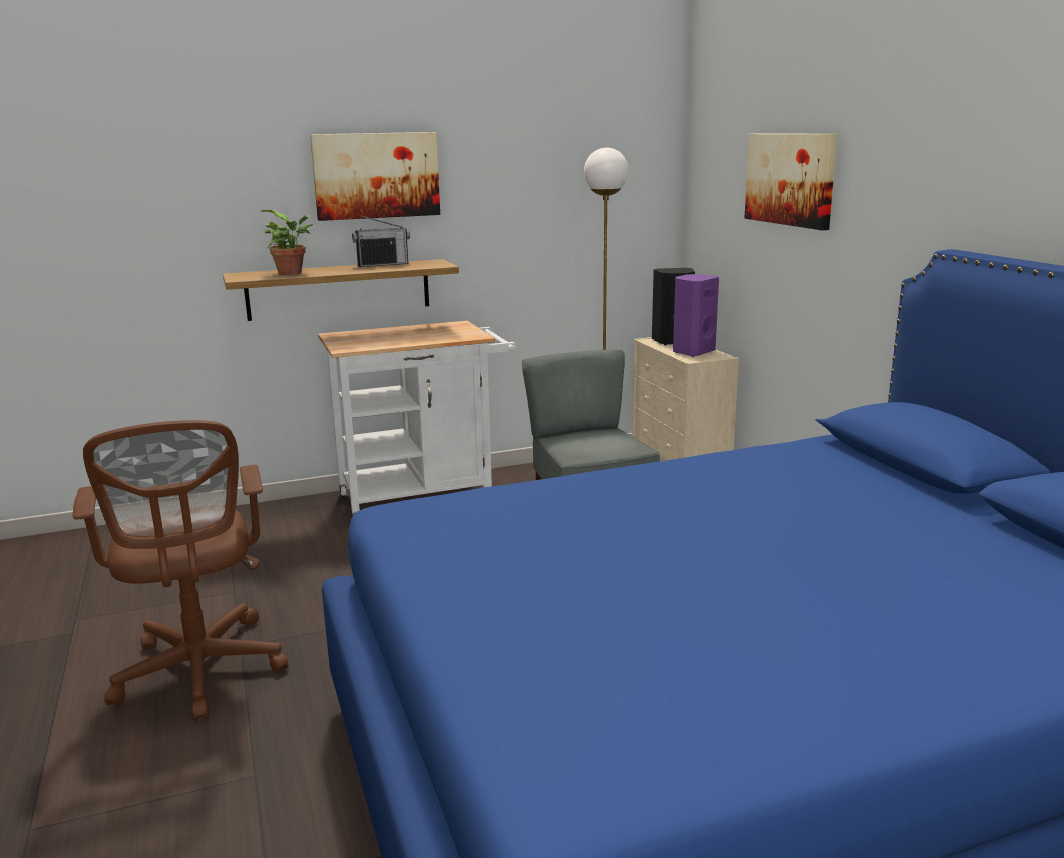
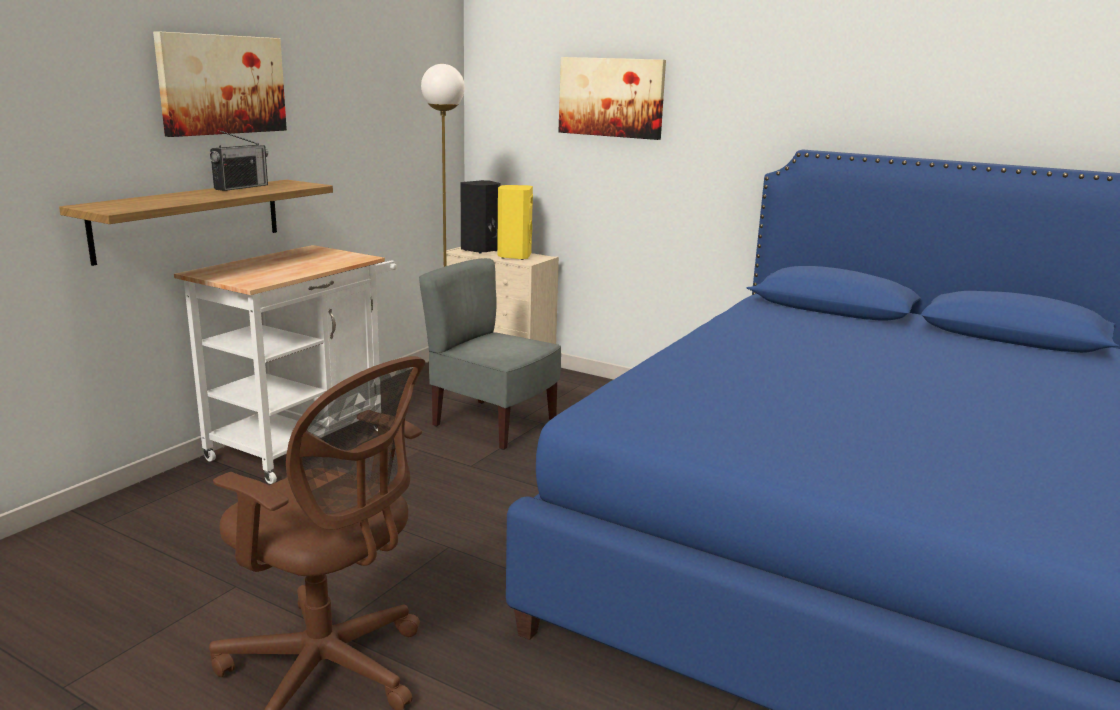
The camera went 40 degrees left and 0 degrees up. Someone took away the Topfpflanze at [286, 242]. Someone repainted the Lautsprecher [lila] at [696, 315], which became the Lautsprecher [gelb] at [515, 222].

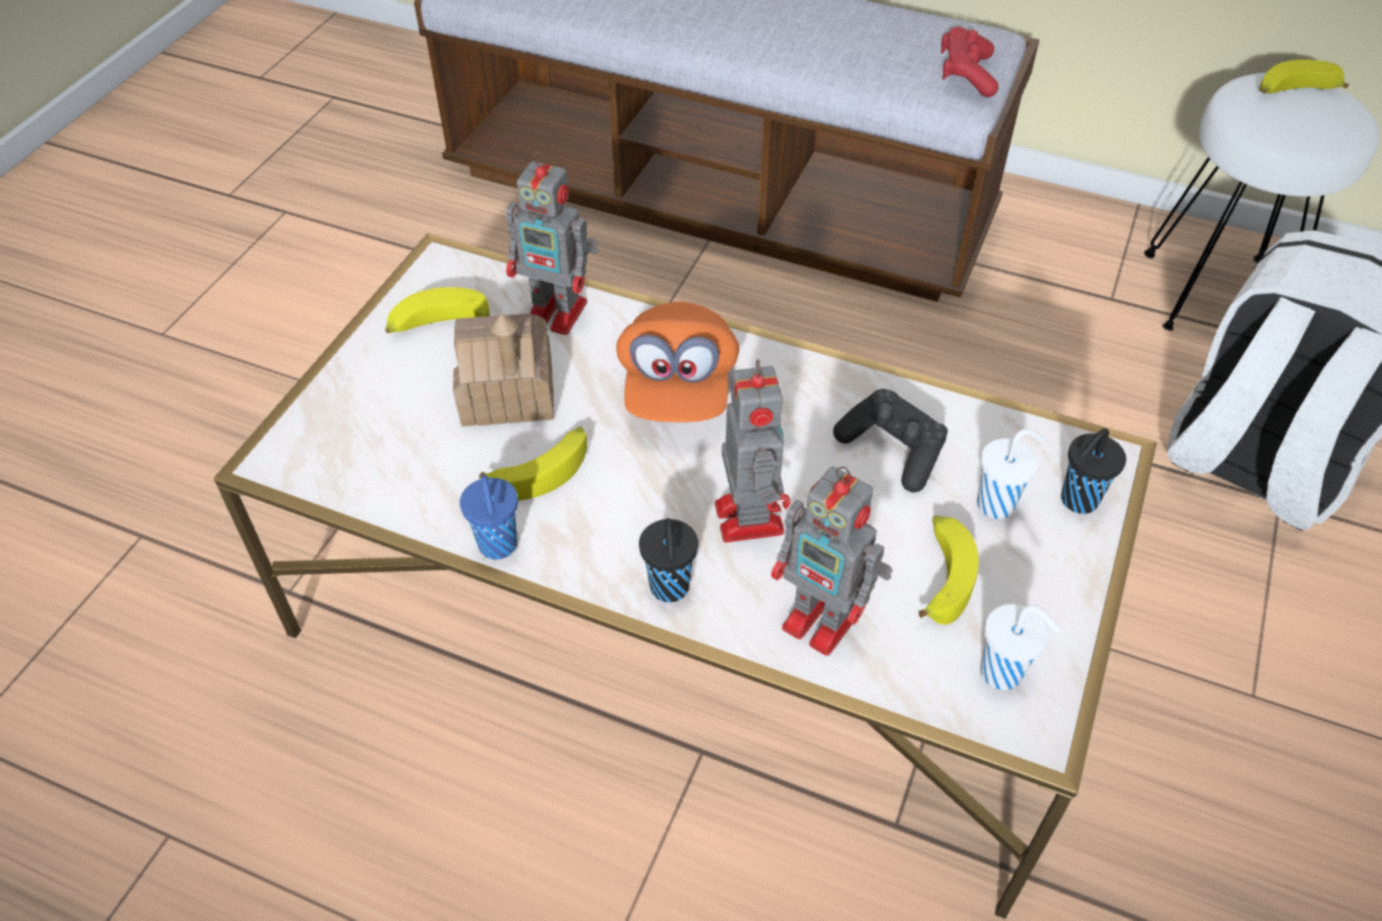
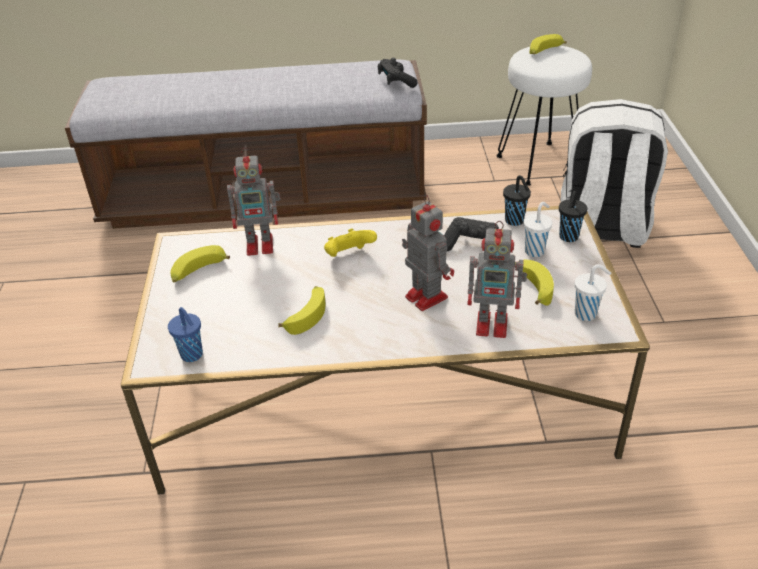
The camera went 25 degrees left and 10 degrees down. Someone repainted the Gamepad [rot] at [969, 62], which became the Gamepad [schwarz] at [397, 73]. Someone swapped the Kappe [orange] at [678, 361] for the Gamepad [gelb] at [350, 242]. Someone took away the Spielzeughaus at [503, 370]. Someone carried the Tasse [blau] from [489, 517] to [185, 334]. Someone carried the Tasse [schwarz] from [668, 560] to [517, 200].

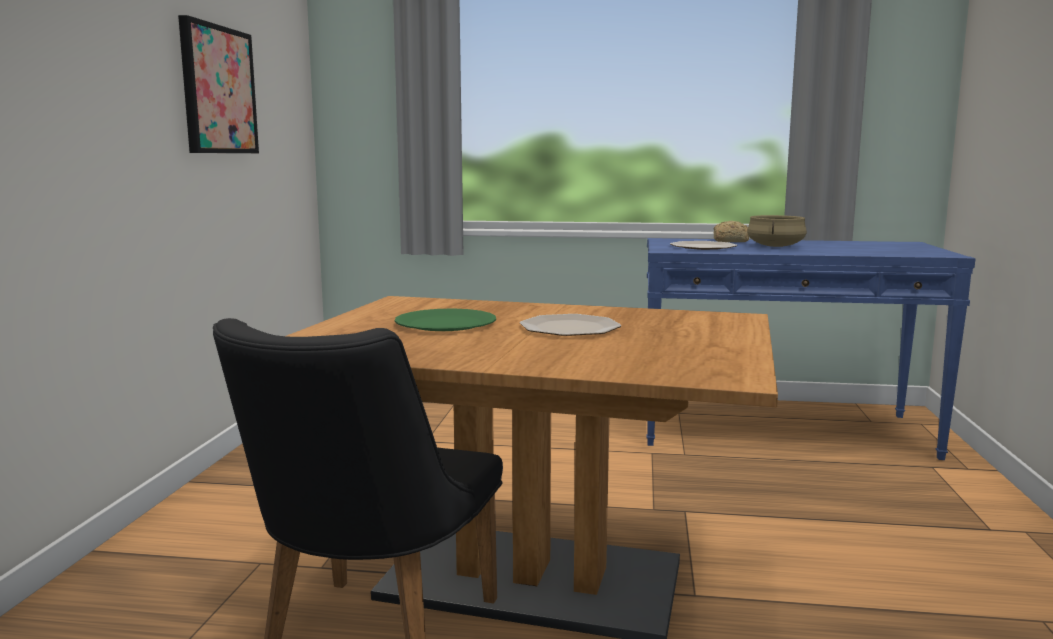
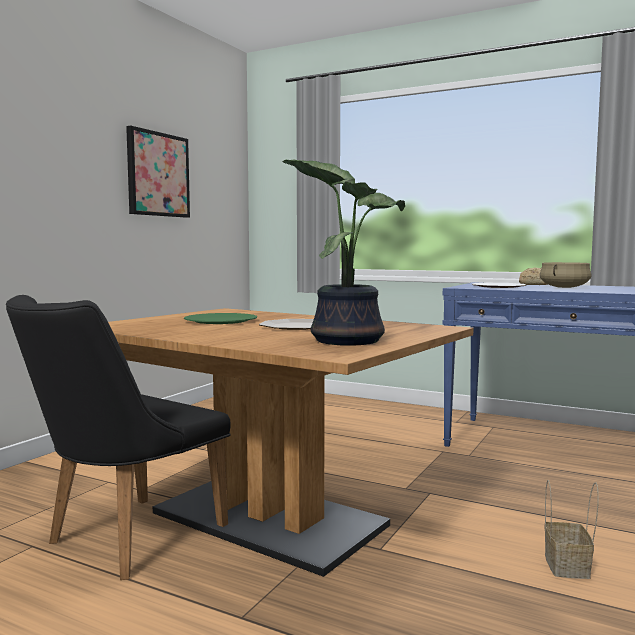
The camera went 20 degrees right and 5 degrees down. Someone put down the Topfpflanze at [343, 252]. Someone put down the Korb at [572, 529].

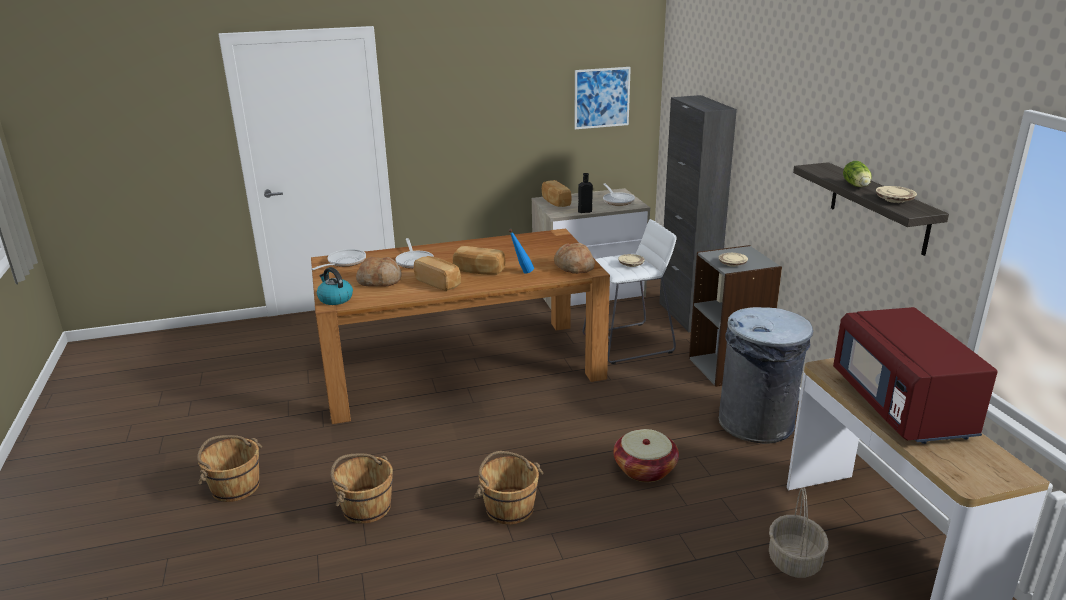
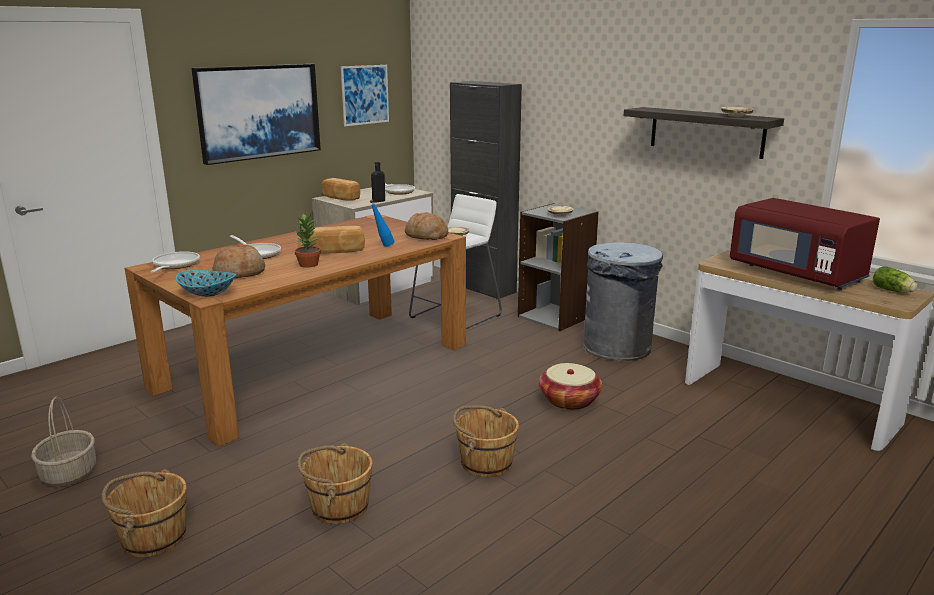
The camera went 30 degrees left and 5 degrees down. Someone carried the Salatkopf from [857, 174] to [895, 279]. Someone swapped the Brot at [437, 273] for the Topfpflanze at [307, 240]. Someone swapped the Wasserkessel at [335, 286] for the Schüssel at [205, 283]. Someone carried the Korb from [798, 533] to [63, 441]. Someone put up the Bild at [256, 114].

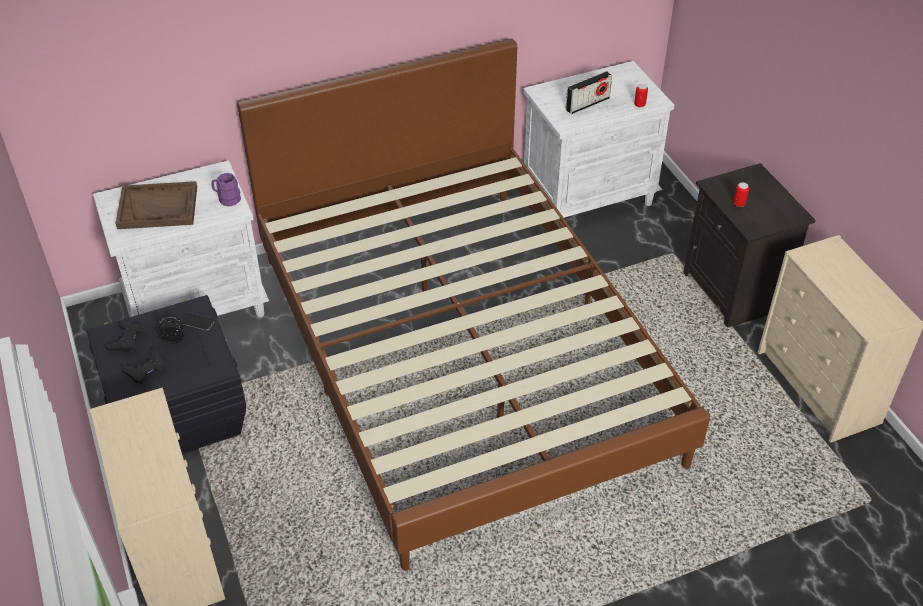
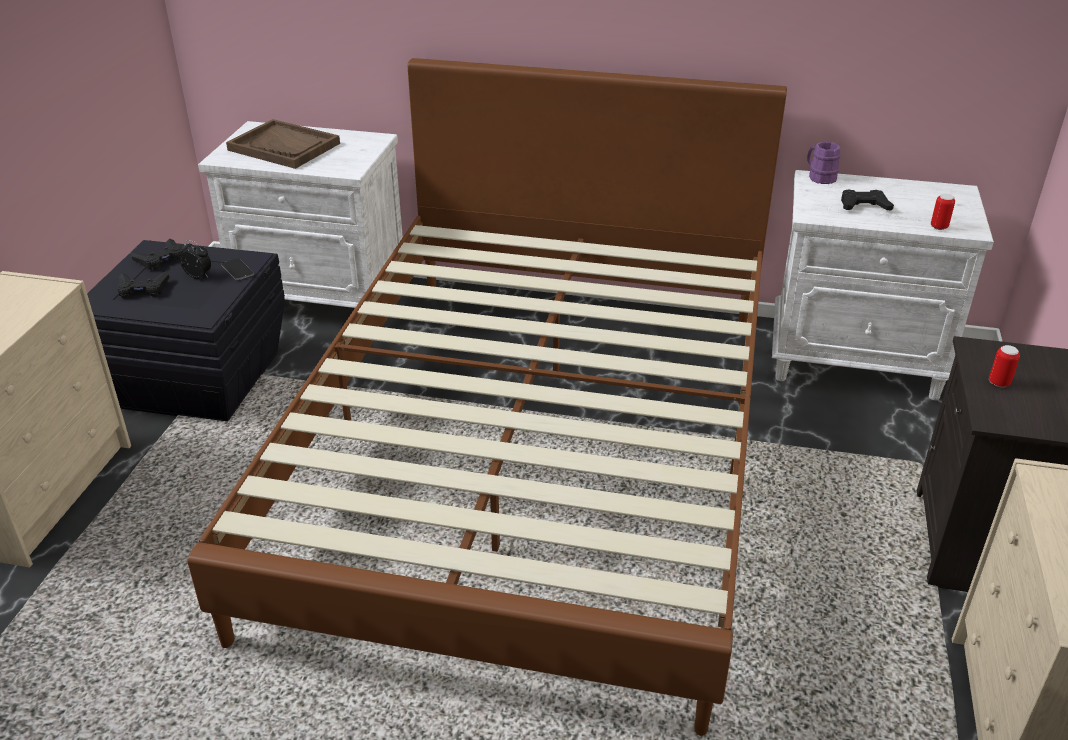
The camera went 35 degrees right and 10 degrees down. Someone swapped the Radio at [589, 92] for the Gamepad [schwarz] at [867, 200]. Someone carried the Henkelbecher [lila] from [226, 189] to [824, 163].

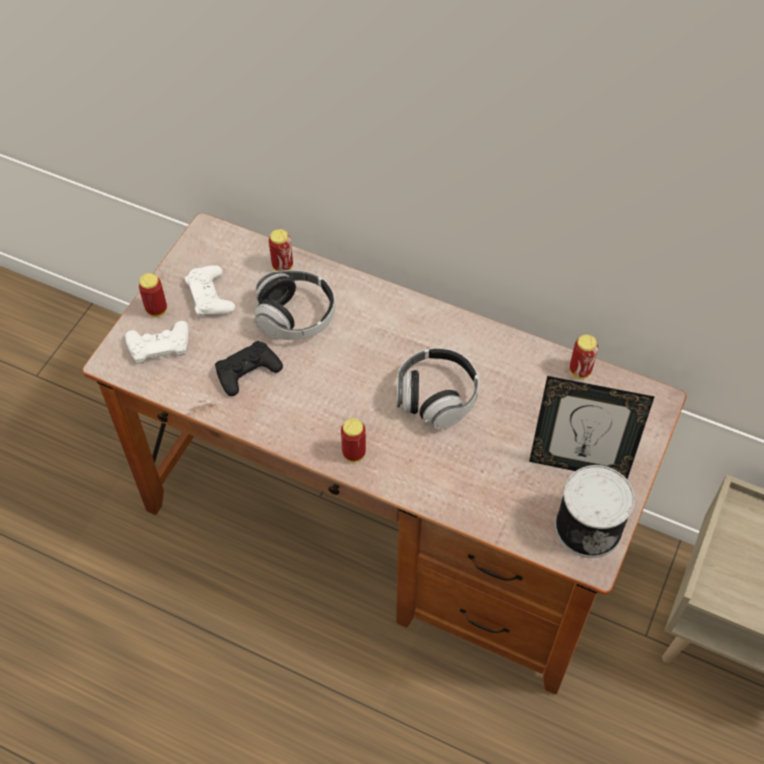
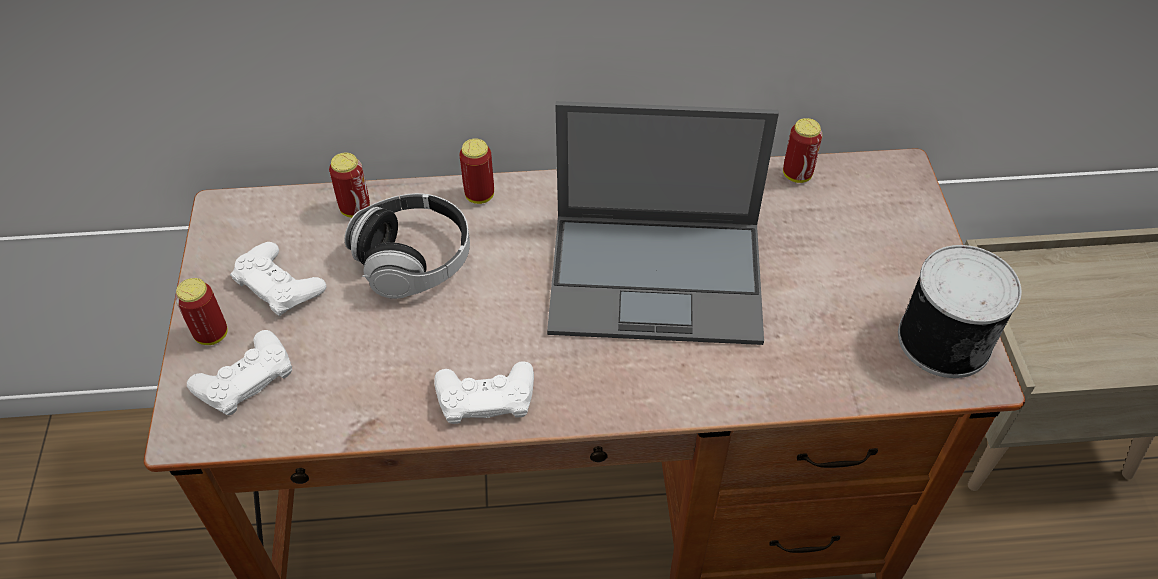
The camera went 30 degrees left and 5 degrees down. Someone took away the Gamepad [schwarz] at [249, 368]. Someone swapped the Kopfhörer at [438, 389] for the Laptop at [663, 223]. Someone took away the Bilderrahmen at [592, 427]. Someone carried the Dose from [353, 440] to [476, 171]. Someone put down the Gamepad [weiß] at [484, 393].

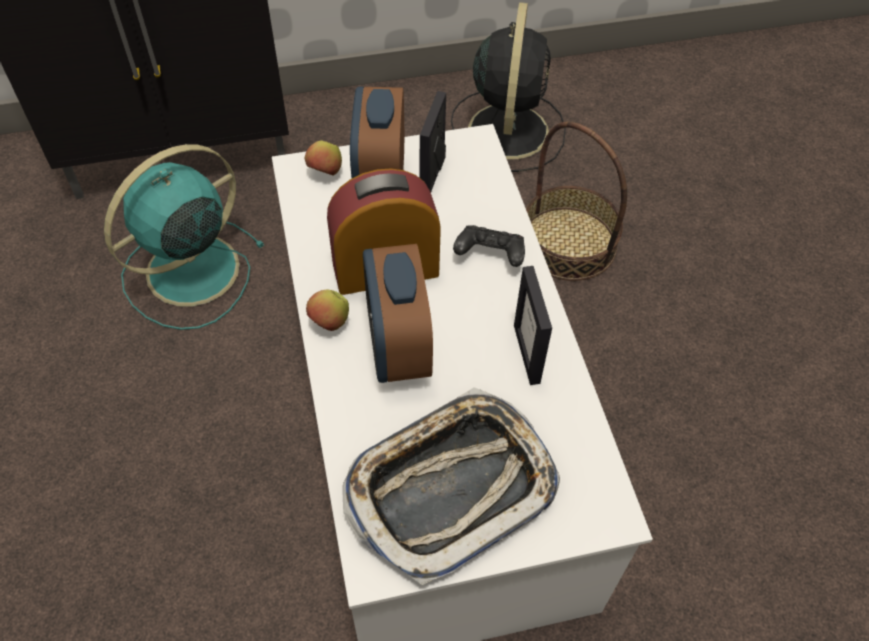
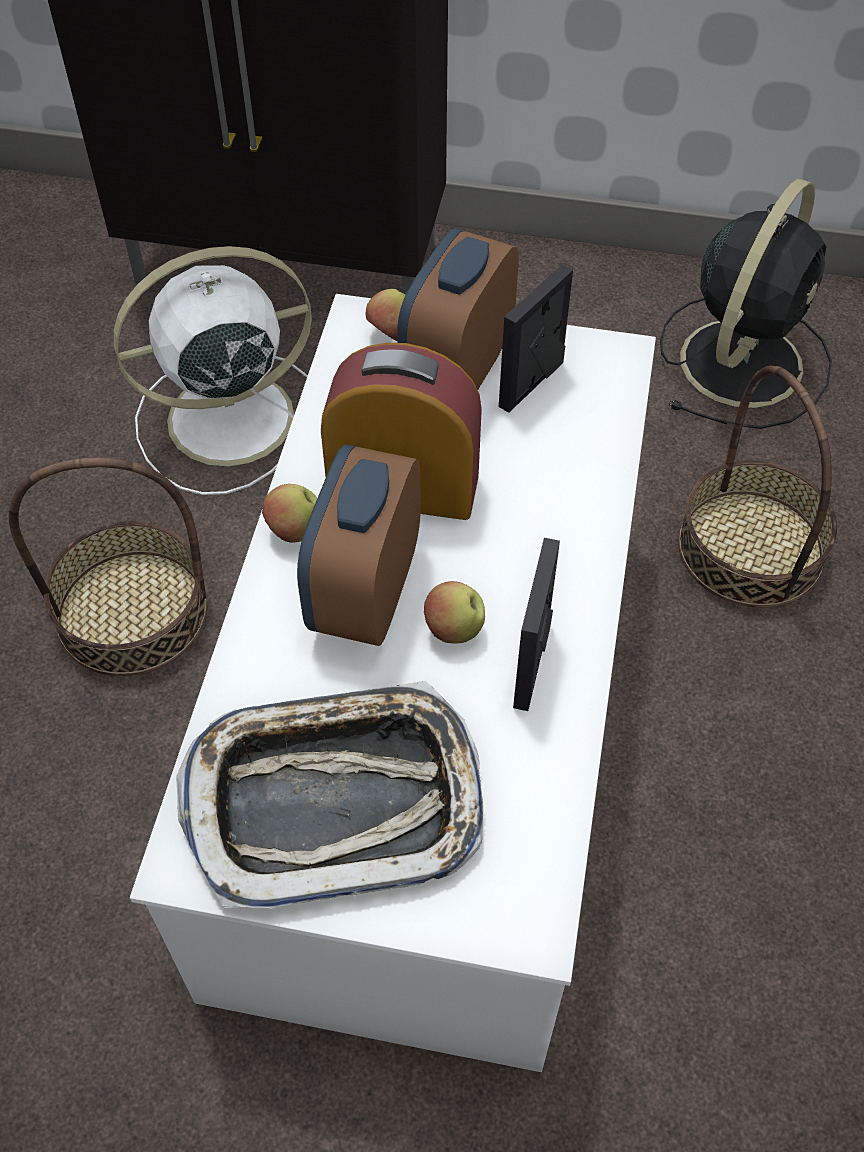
The camera went 25 degrees right and 0 degrees up. Someone repainted the Ventilator [türkis] at [184, 237], which became the Ventilator [weiß] at [212, 370]. Someone took away the Gamepad [schwarz] at [489, 246]. Someone put down the Korb at [108, 567]. Someone put down the Apfel at [454, 612].

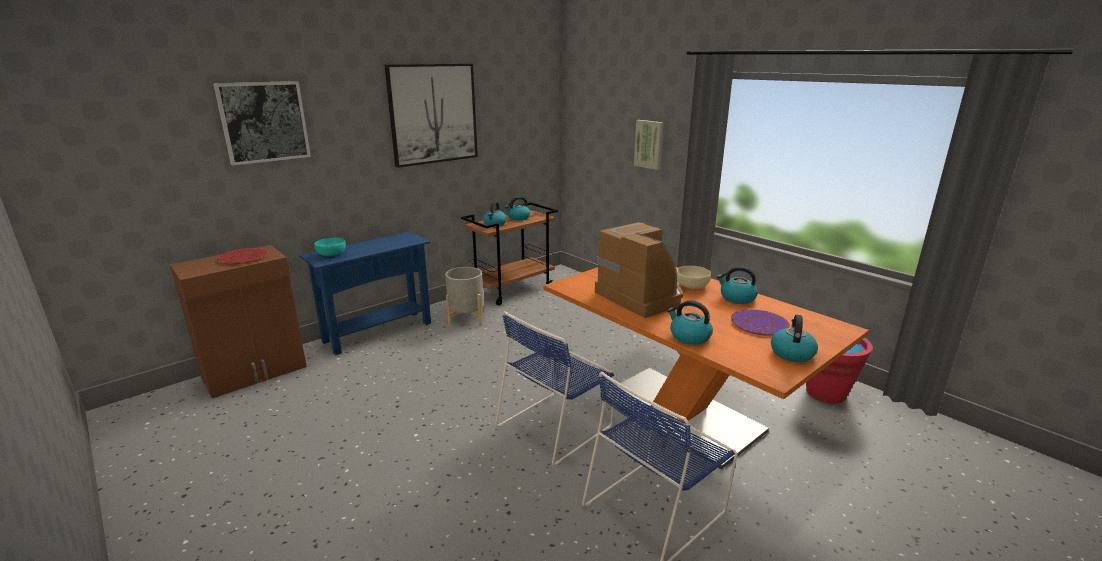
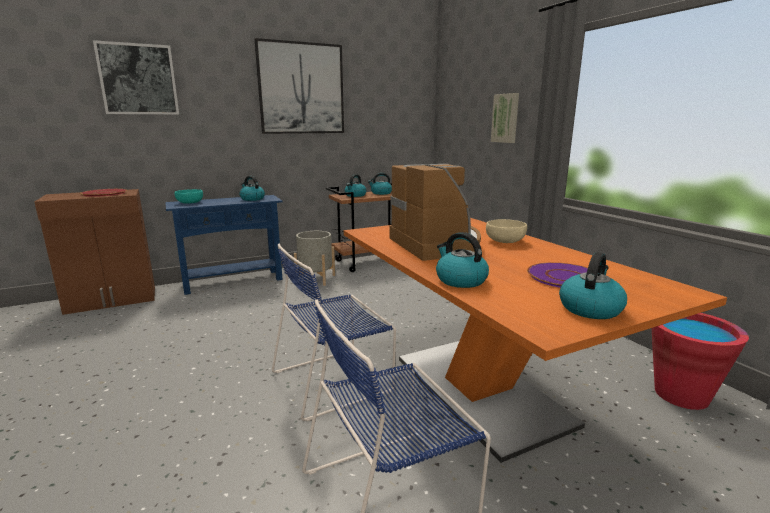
The camera went 15 degrees right and 5 degrees down. Someone carried the Wasserkessel from [737, 285] to [252, 188].

